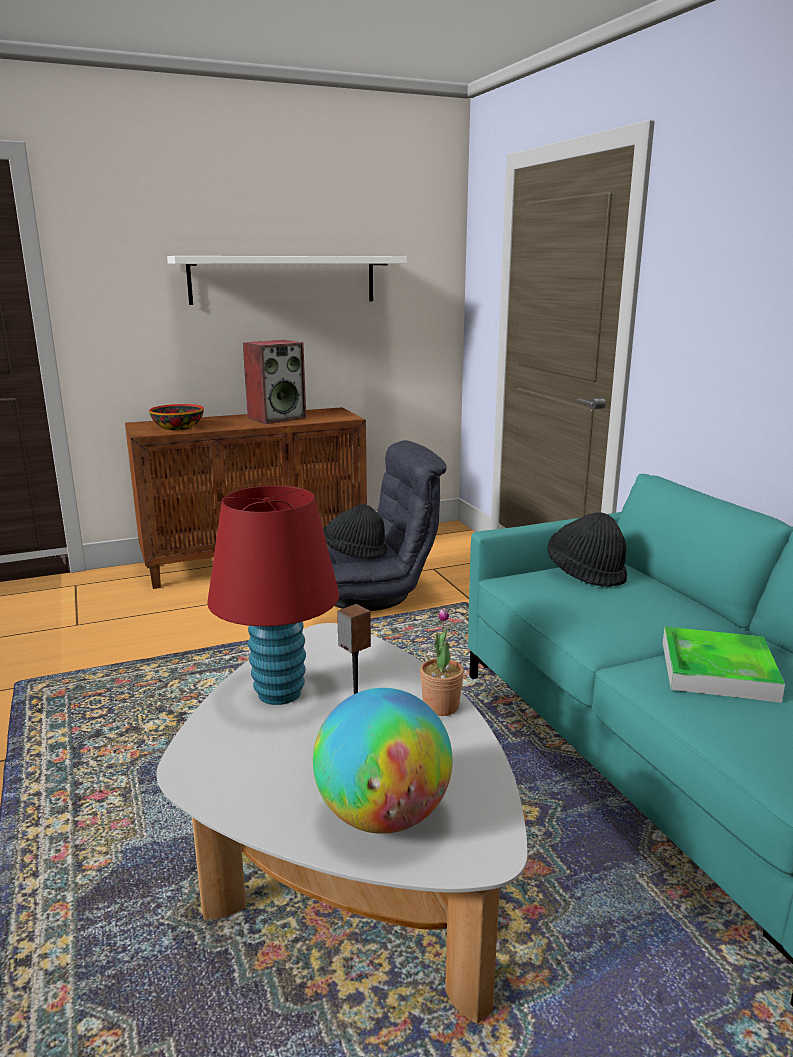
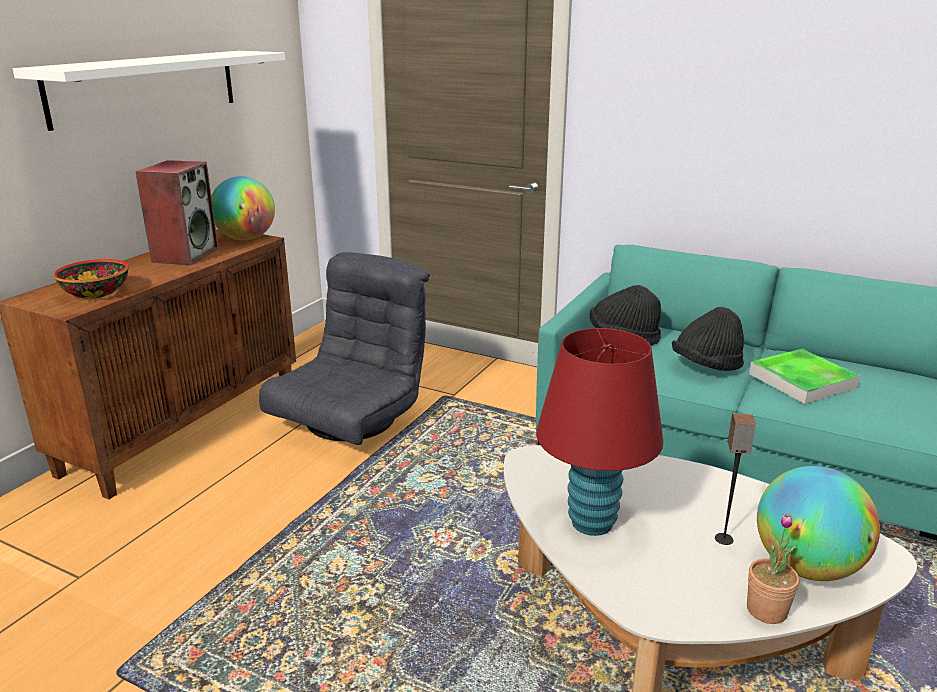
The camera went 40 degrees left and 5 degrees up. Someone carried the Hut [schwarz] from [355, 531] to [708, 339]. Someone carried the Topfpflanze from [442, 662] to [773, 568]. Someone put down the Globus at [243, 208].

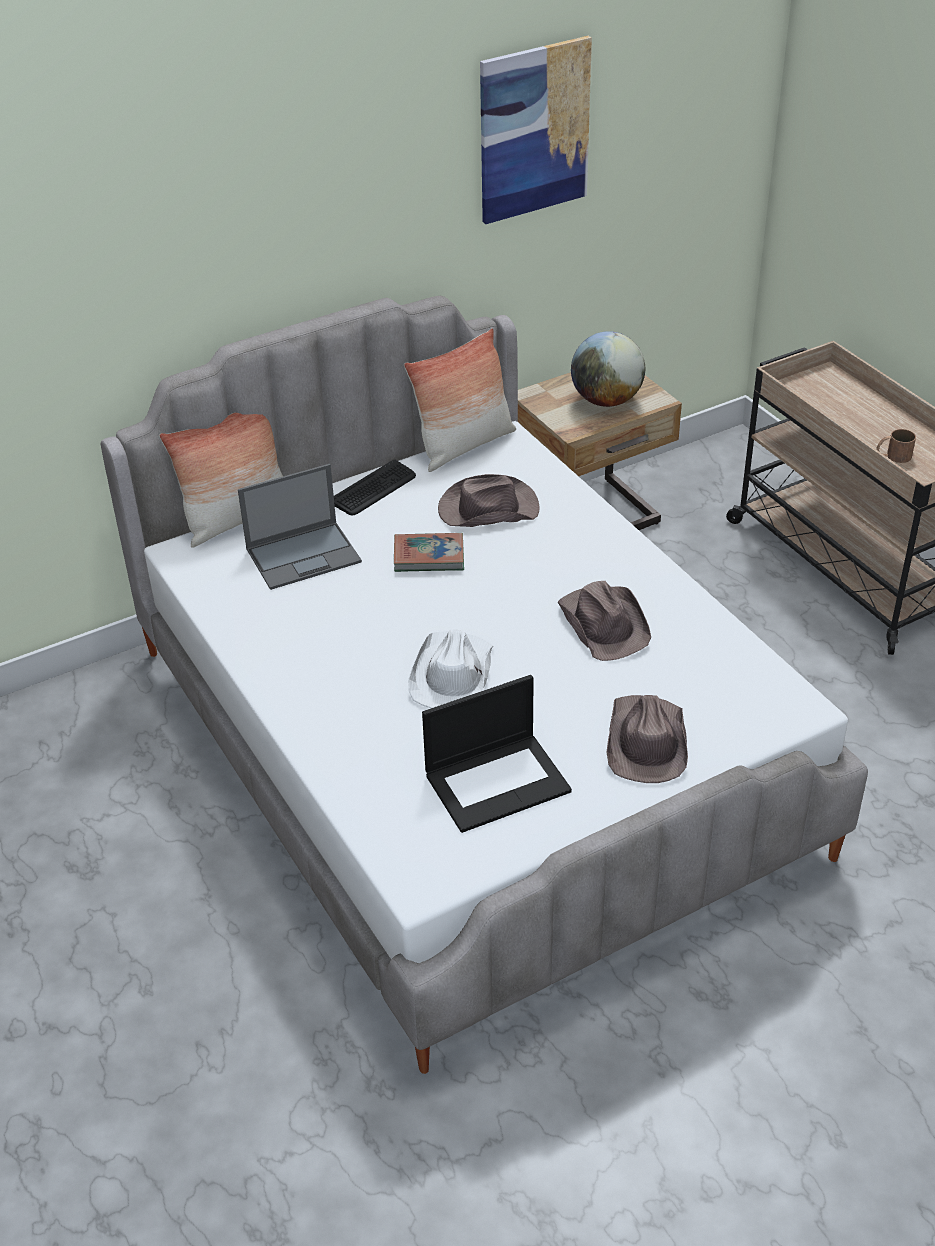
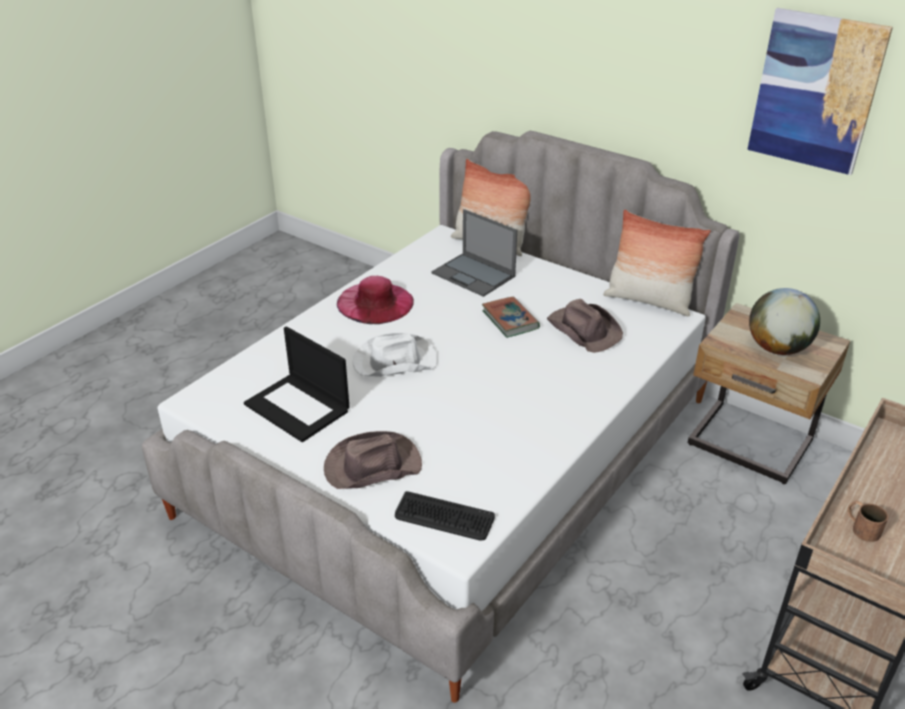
The camera went 65 degrees right and 5 degrees down. Someone carried the Tastatur from [375, 487] to [445, 516]. Someone took away the Hut [braun] at [604, 621]. Someone put down the Hut [rosa] at [375, 300].

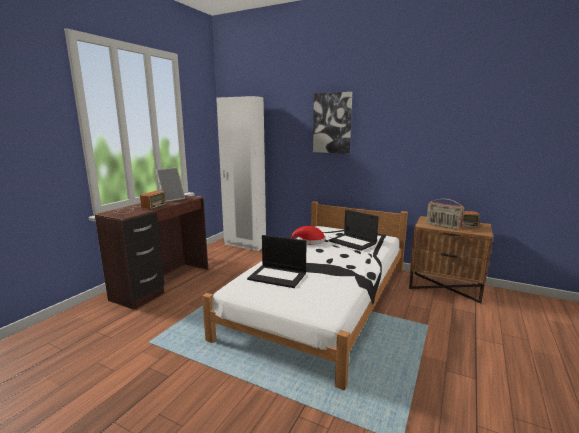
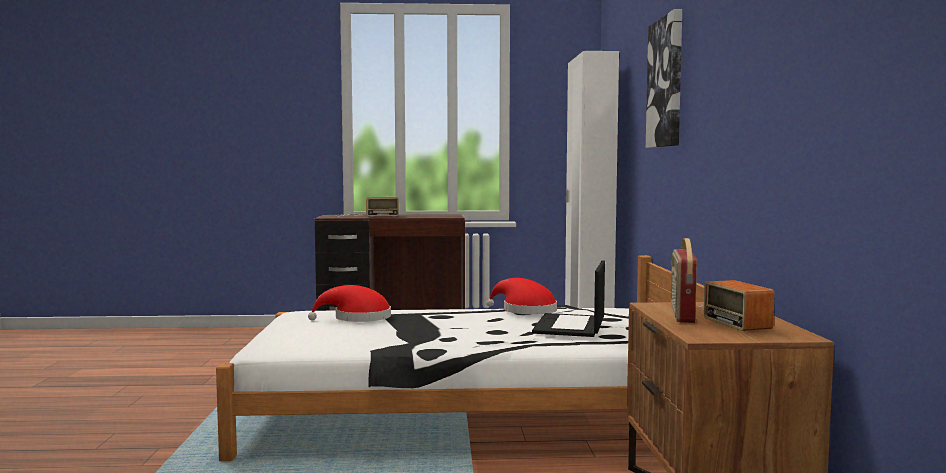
The camera went 60 degrees right and 10 degrees down. Someone took away the Bilderrahmen at [170, 184]. Someone swapped the Laptop at [277, 261] for the Hut [rot] at [349, 303].

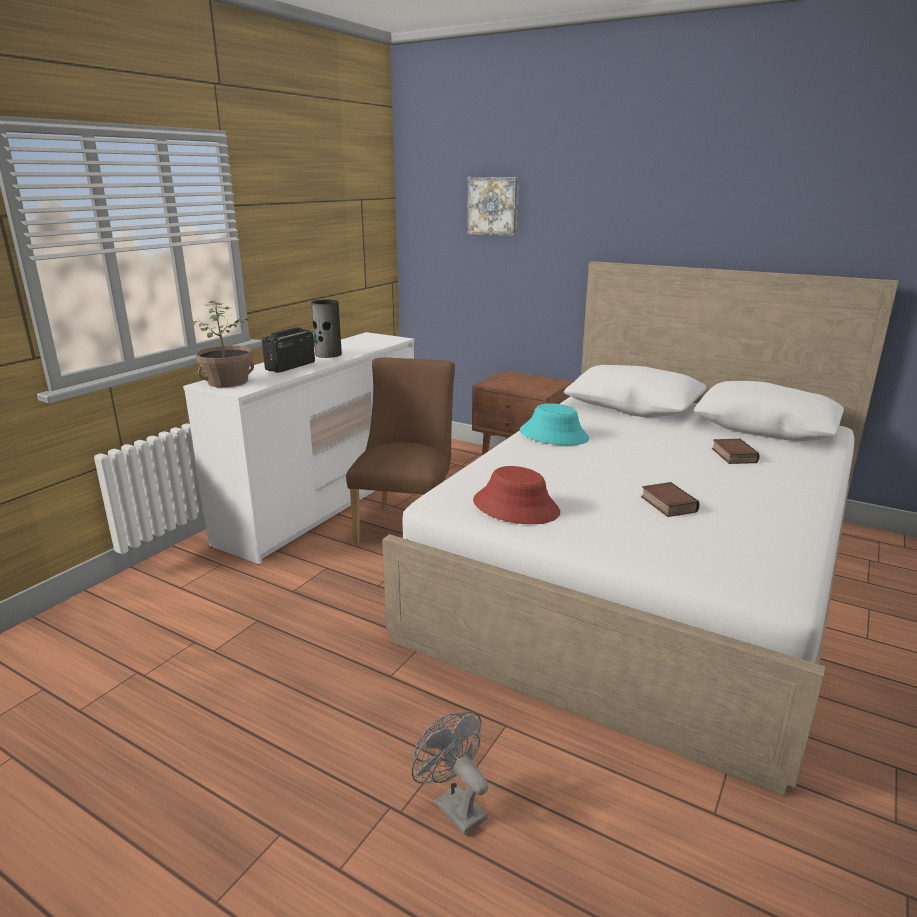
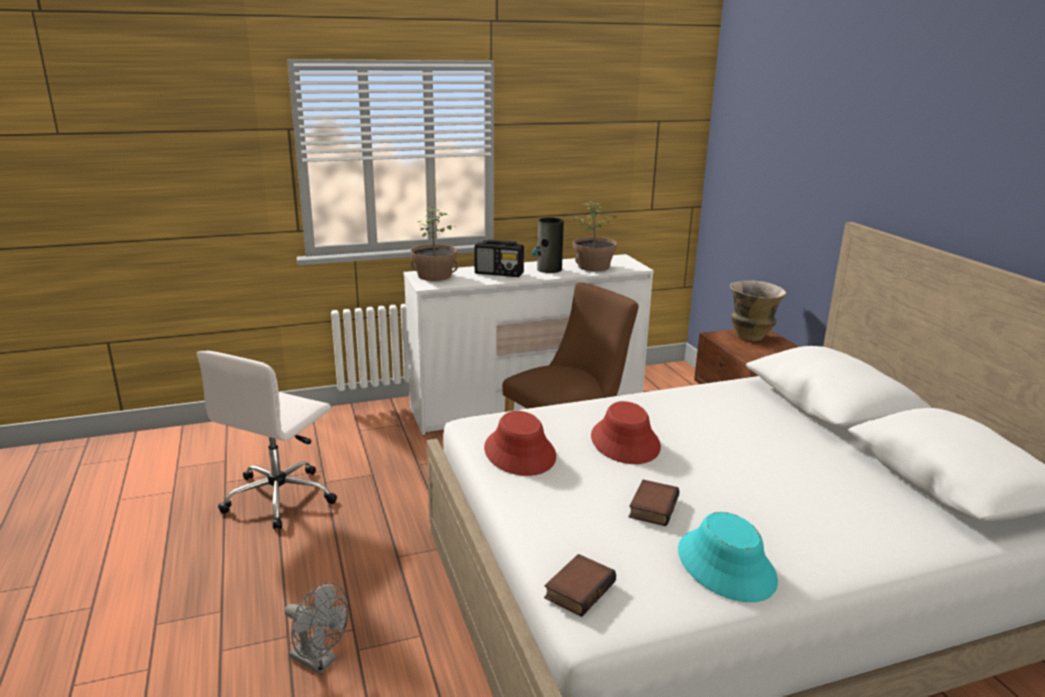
The camera went 40 degrees right and 0 degrees up. Someone took away the Bild at [493, 206]. Someone rotated the Radio at [288, 350] by 150 degrees counterclockwise. Someone carried the Hut [türkis] from [554, 424] to [728, 557]. Someone carried the Buch from [736, 451] to [580, 585]. Someone rotated the Ventilator [grau] at [450, 773] by 120 degrees clockwise. Someone put down the Topfpflanze at [595, 236]. Someone put down the Vase at [758, 311]. Someone put down the Bürostuhl [weiß] at [267, 440]. Someone put down the Hut [rot] at [626, 432].

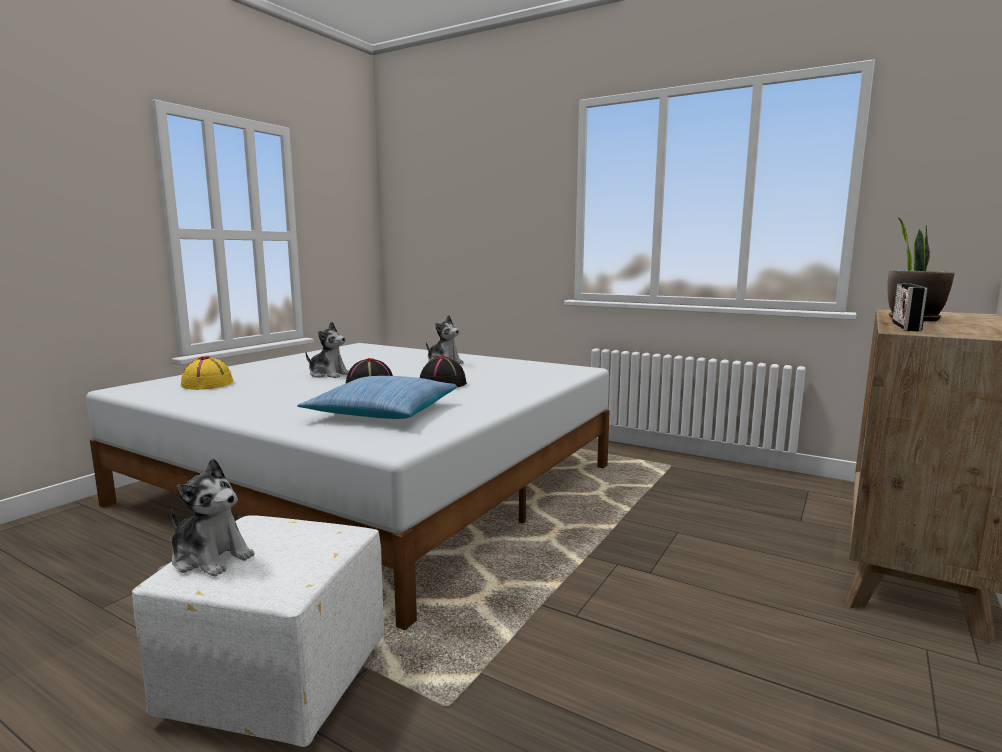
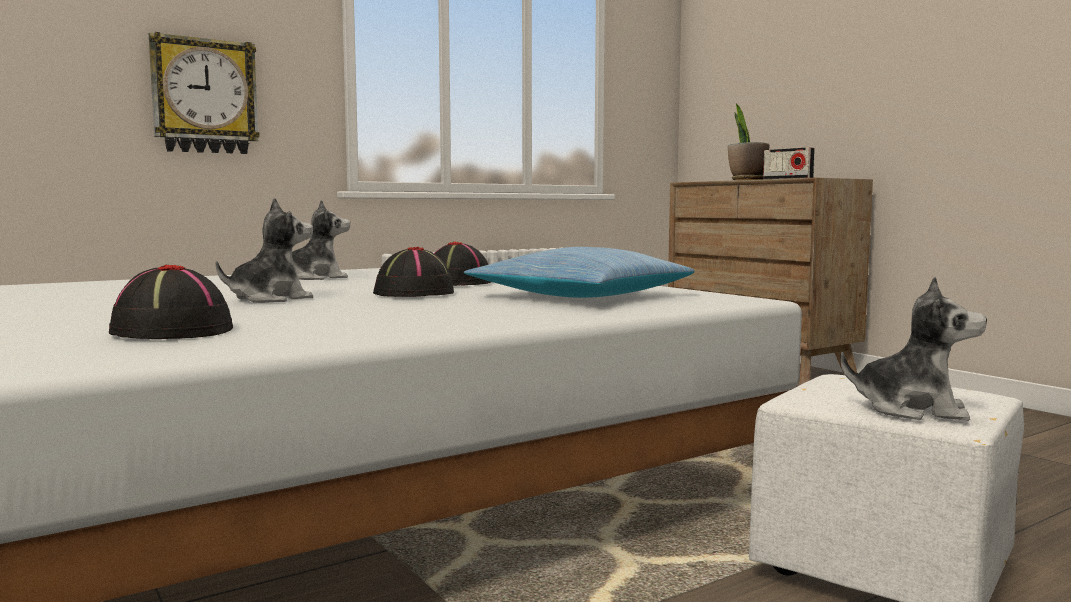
The camera went 65 degrees left and 5 degrees down. Someone repainted the Hut [gelb] at [207, 373], which became the Hut [schwarz] at [171, 302]. Someone rotated the Plüschtier at [213, 517] by 60 degrees clockwise. Someone put up the Wanduhr at [204, 93].

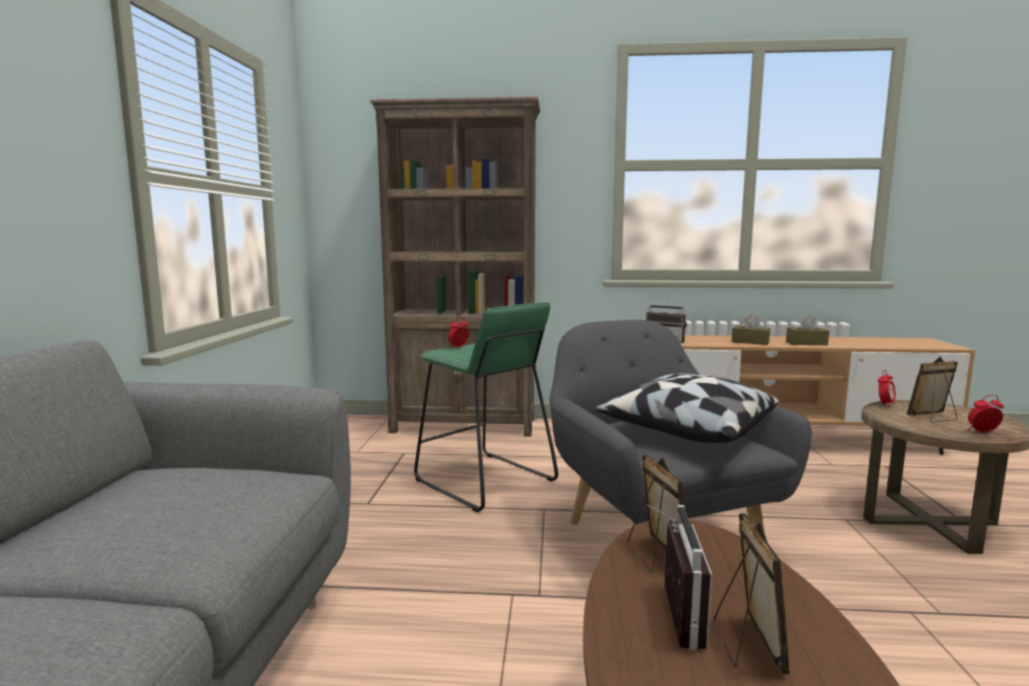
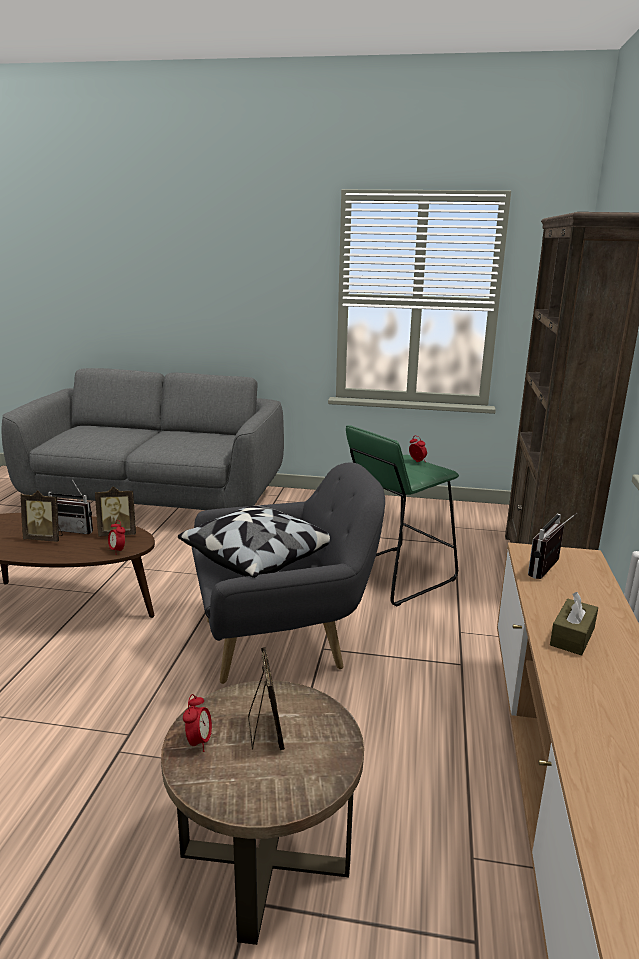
The camera went 95 degrees right and 10 degrees up. Someone took away the Taschentuchbox [braun] at [807, 330]. Someone carried the Wecker from [887, 388] to [116, 538].

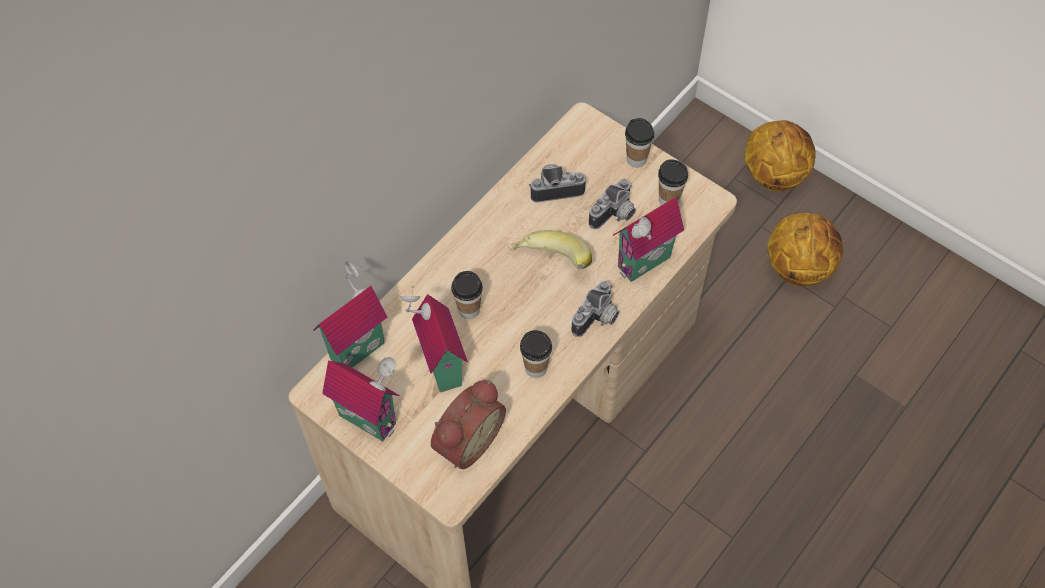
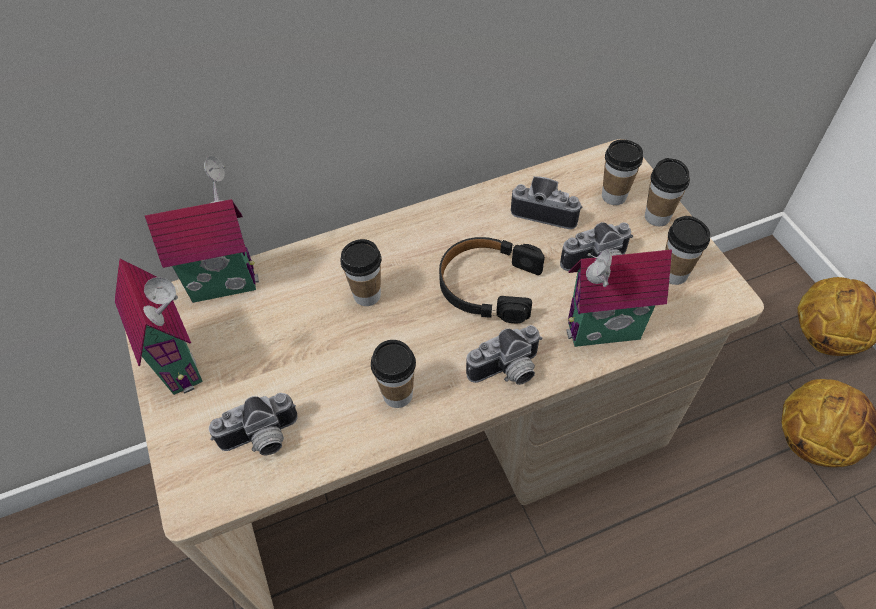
The camera went 30 degrees right and 5 degrees down. Someone swapped the Banane at [549, 250] for the Kopfhörer [schwarz] at [492, 280]. Someone took away the Spielzeughaus at [434, 339]. Someone swapped the Wecker at [468, 424] for the Kamera at [253, 424]. Someone put down the Tasse at [622, 172].

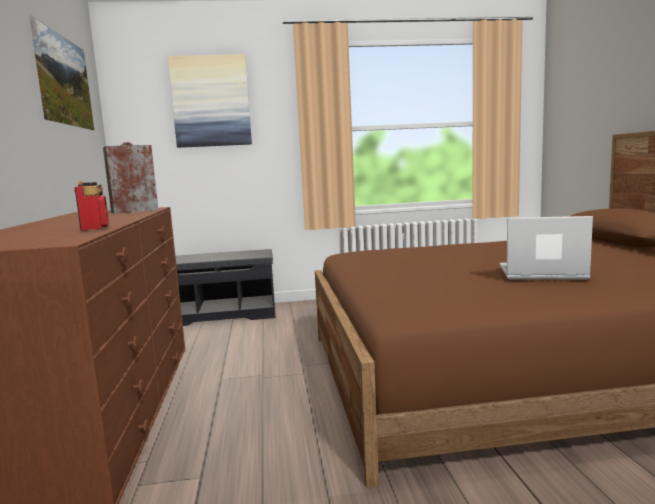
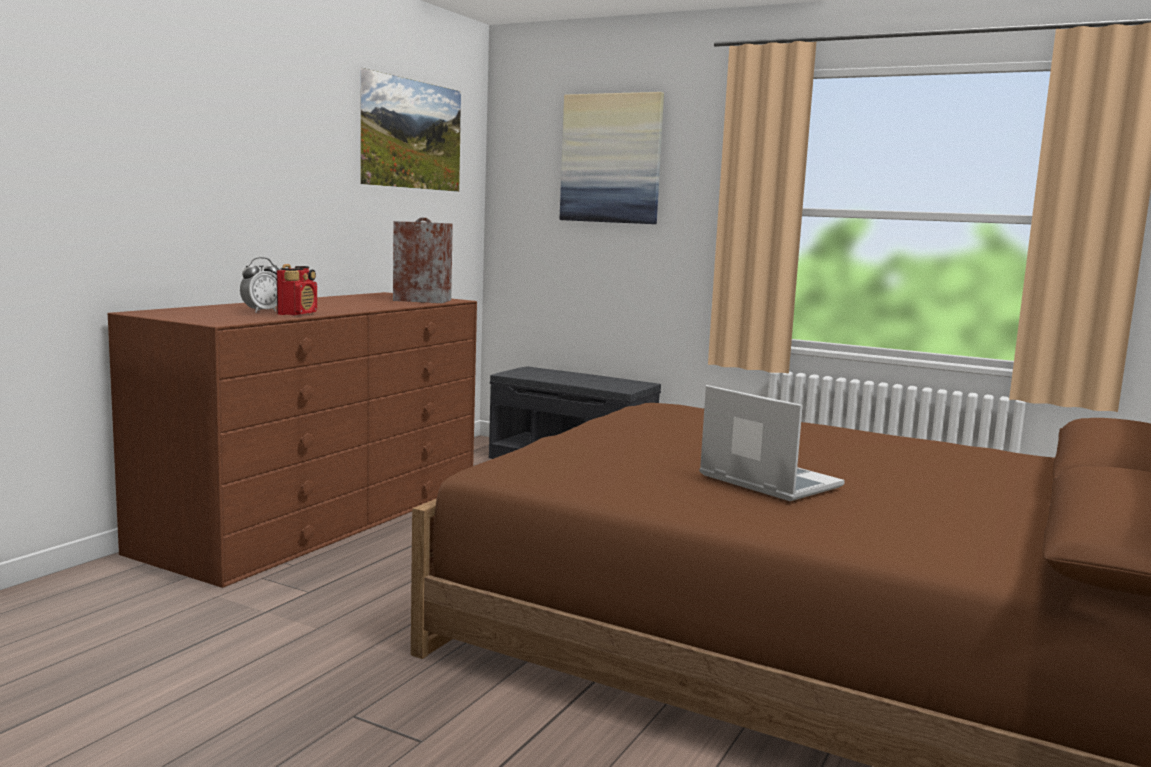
The camera went 35 degrees right and 0 degrees up. Someone put down the Wecker at [260, 285].

